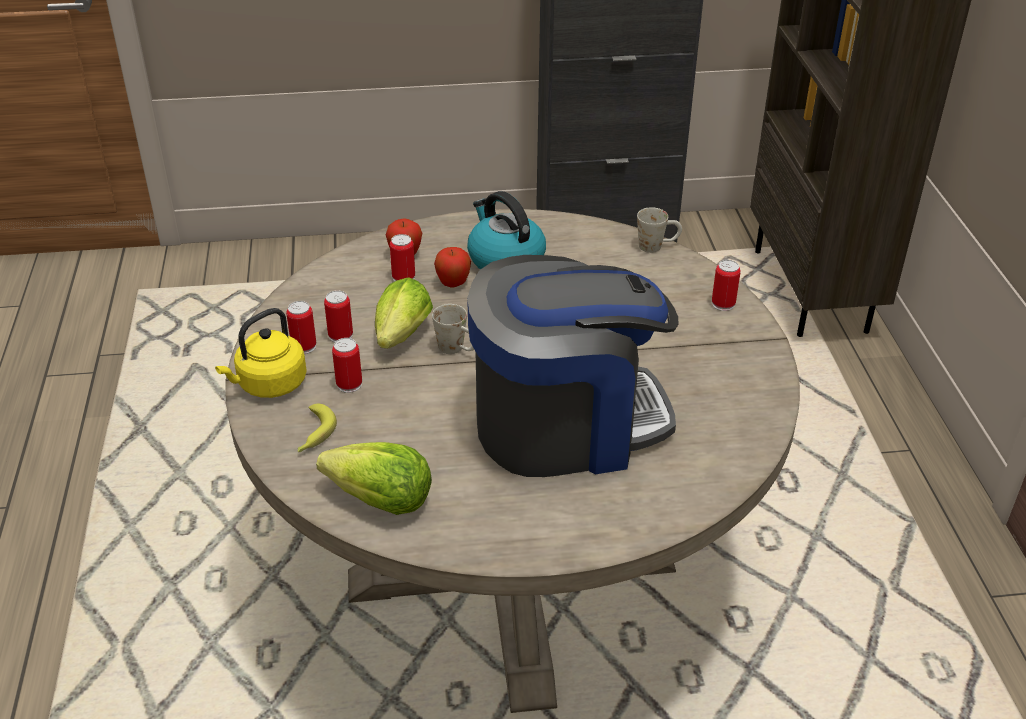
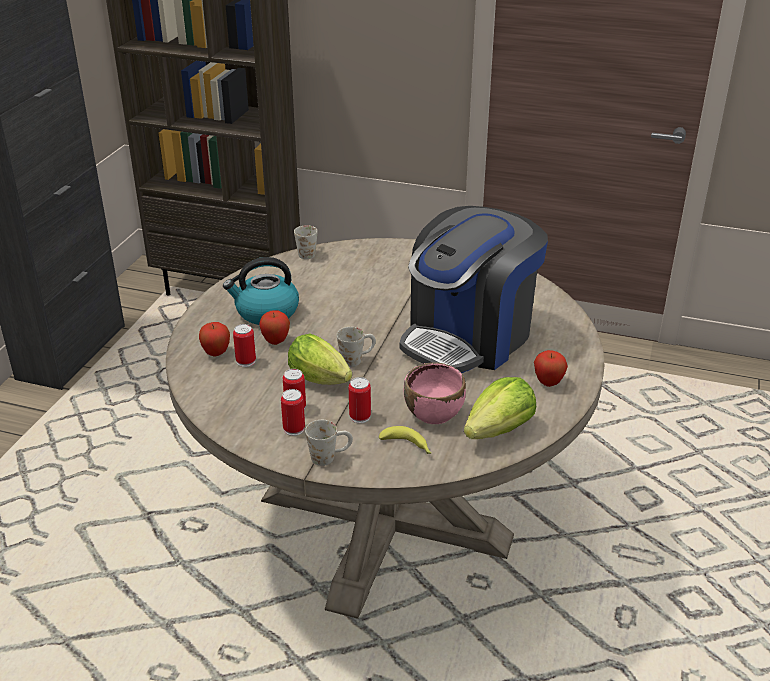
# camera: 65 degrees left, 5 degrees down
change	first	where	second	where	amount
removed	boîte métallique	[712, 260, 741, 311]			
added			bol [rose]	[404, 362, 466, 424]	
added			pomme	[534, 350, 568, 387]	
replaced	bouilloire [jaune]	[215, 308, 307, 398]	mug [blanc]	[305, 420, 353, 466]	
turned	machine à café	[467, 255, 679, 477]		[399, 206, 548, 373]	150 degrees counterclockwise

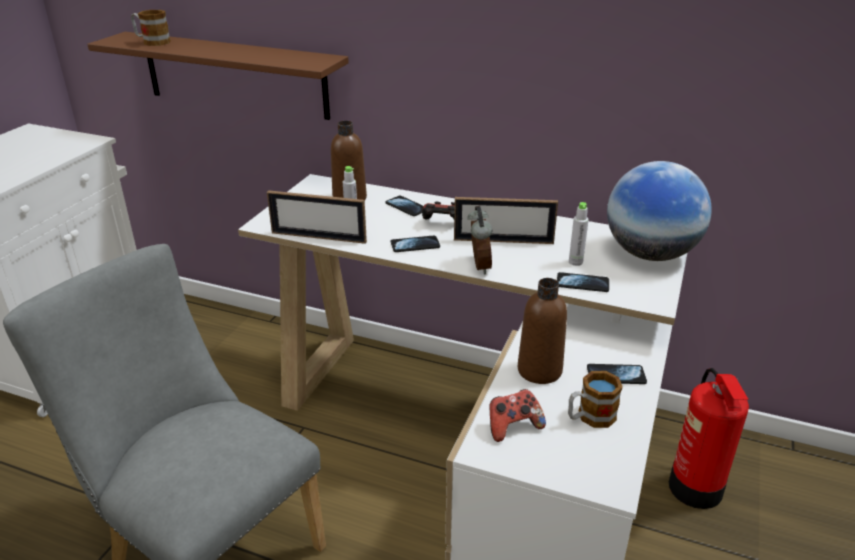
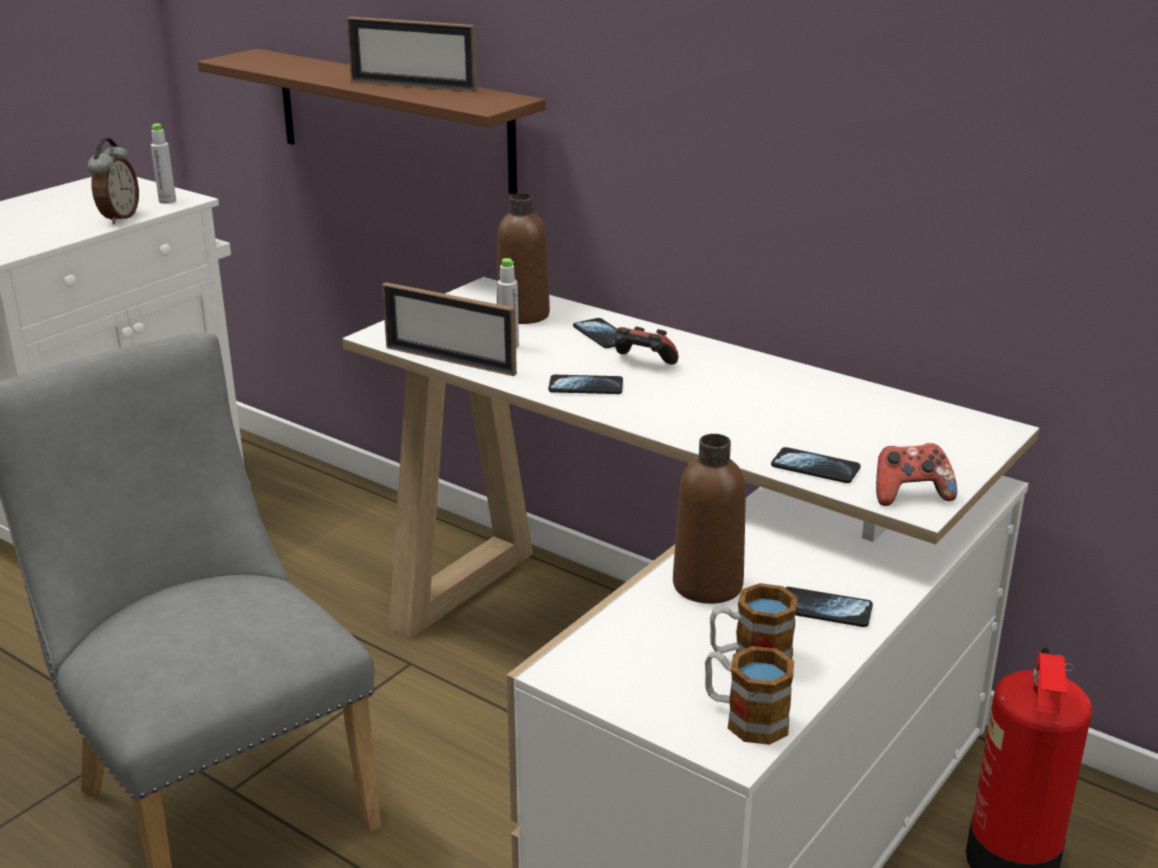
# camera: 15 degrees right, 5 degrees down
change	first	where	second	where	amount
removed	globe	[607, 161, 712, 261]			
moved	mug	[131, 10, 171, 46]		[705, 646, 794, 745]	
moved	cadre photo	[454, 197, 558, 244]		[346, 17, 477, 92]	
moved	réveil	[468, 206, 492, 274]		[88, 138, 139, 224]	
moved	manette	[489, 389, 546, 442]		[876, 443, 957, 506]	
moved	bouteille [gris]	[569, 202, 589, 266]		[151, 123, 176, 204]	

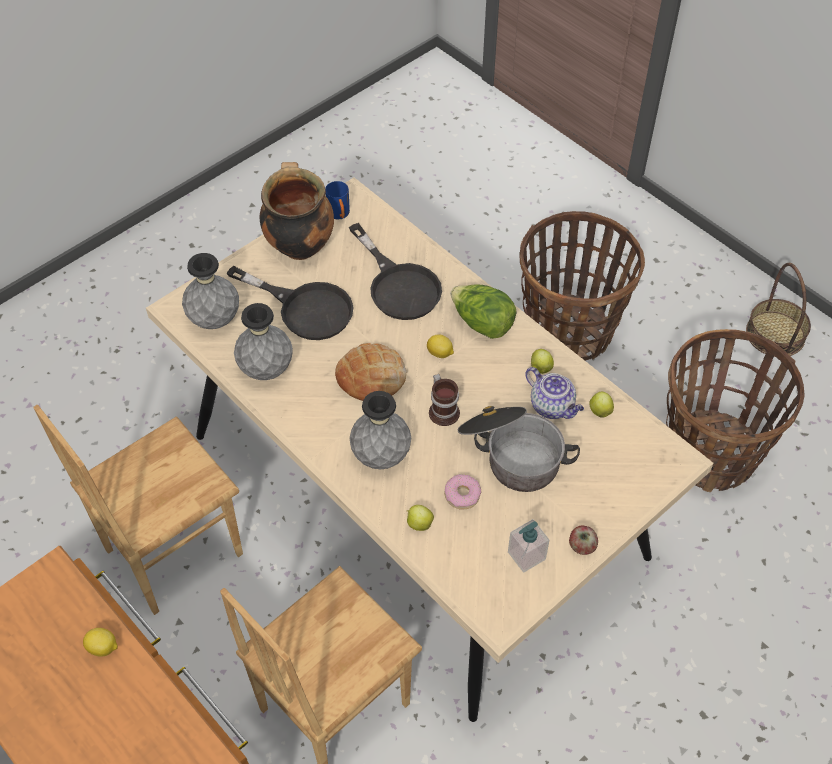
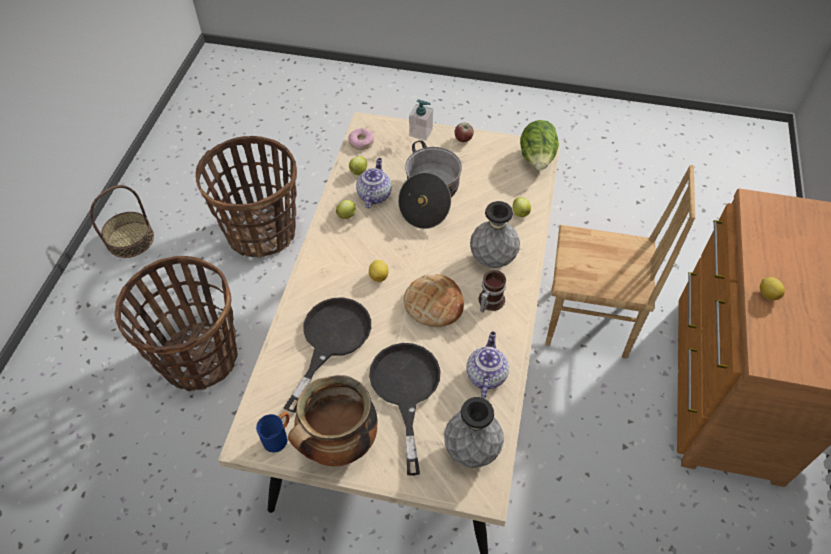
# camera: 125 degrees left, 0 degrees up
change	first	where	second	where	amount
removed	chaise [marron]	[33, 405, 243, 615]			
moved	mug	[429, 374, 460, 426]		[479, 270, 506, 312]	
moved	beignet	[444, 474, 481, 510]		[348, 128, 374, 150]	
moved	laitue	[450, 285, 516, 339]		[520, 120, 559, 170]	
moved	distributeur de savon	[508, 519, 549, 573]		[409, 99, 433, 141]	
replaced	vase [gris]	[234, 303, 293, 380]	théière	[466, 331, 509, 398]	

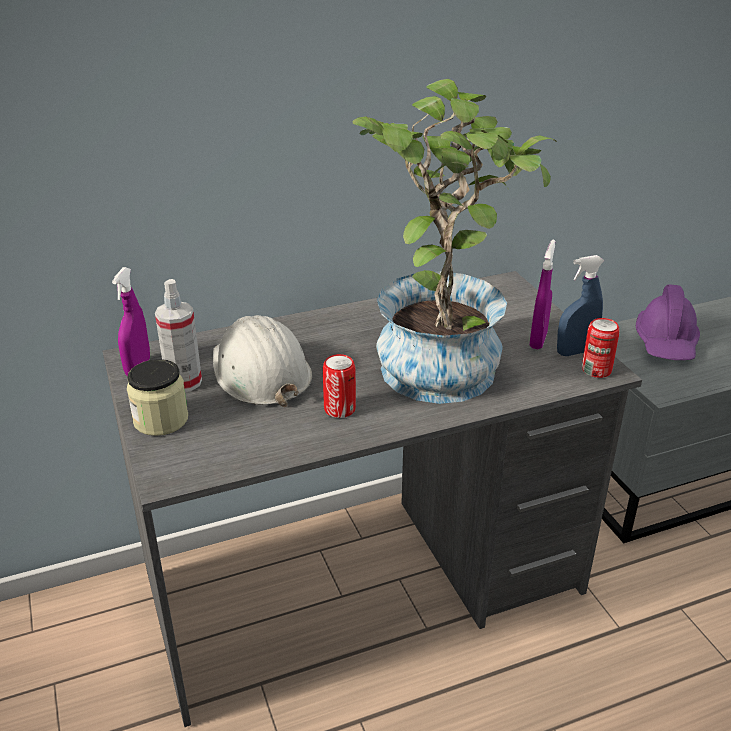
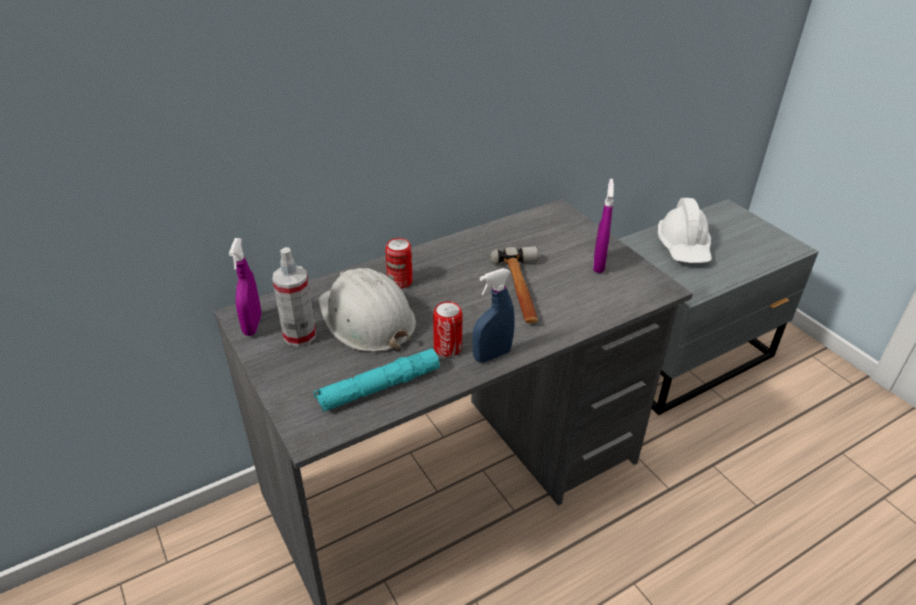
# camera: 10 degrees left, 5 degrees up
change	first	where	second	where	amount
removed	bocal	[127, 359, 188, 436]			
added			lampe de poche [turquoise]	[314, 349, 440, 412]	
moved	vaporisateur [bleu]	[557, 255, 605, 356]		[472, 268, 515, 363]	
moved	boîte métallique	[582, 318, 620, 378]		[385, 238, 413, 288]	
replaced	plante en pot	[353, 79, 557, 404]	marteau	[490, 247, 539, 323]	
recoloured	casque de chantier [violet]	[636, 284, 700, 360]	casque de chantier [blanc]	[658, 198, 712, 263]	

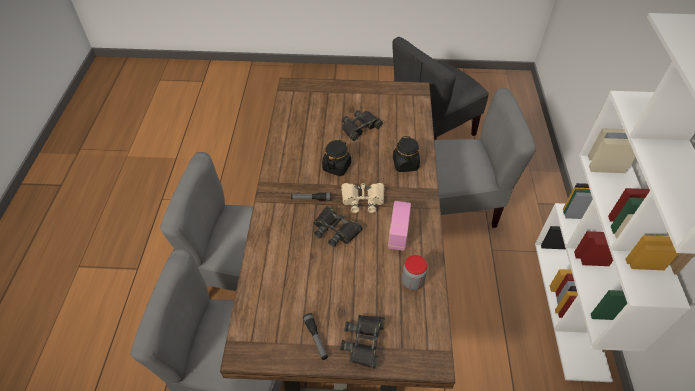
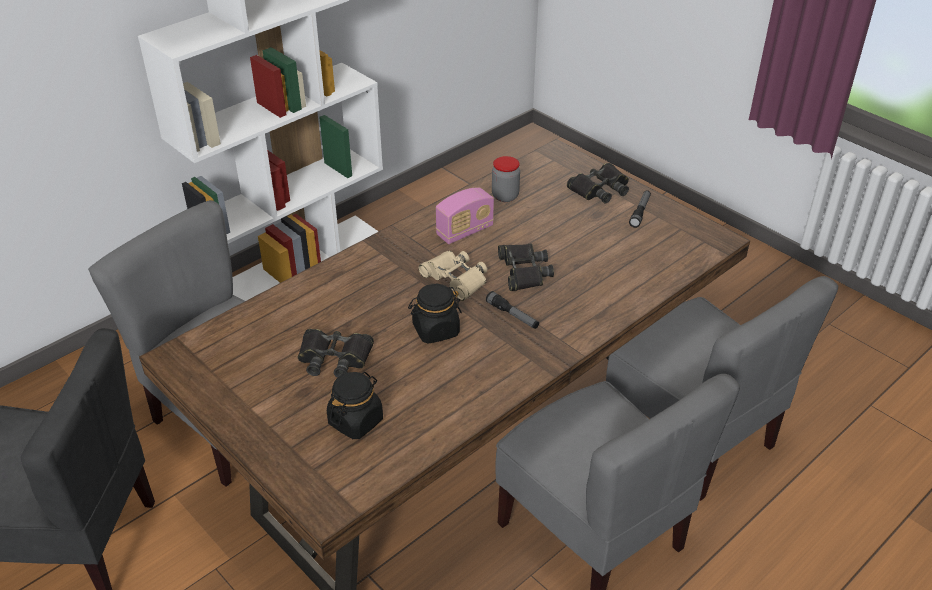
# camera: 135 degrees left, 10 degrees down
change	first	where	second	where	amount
moved	bocal [noir]	[393, 136, 420, 172]		[327, 372, 383, 439]	

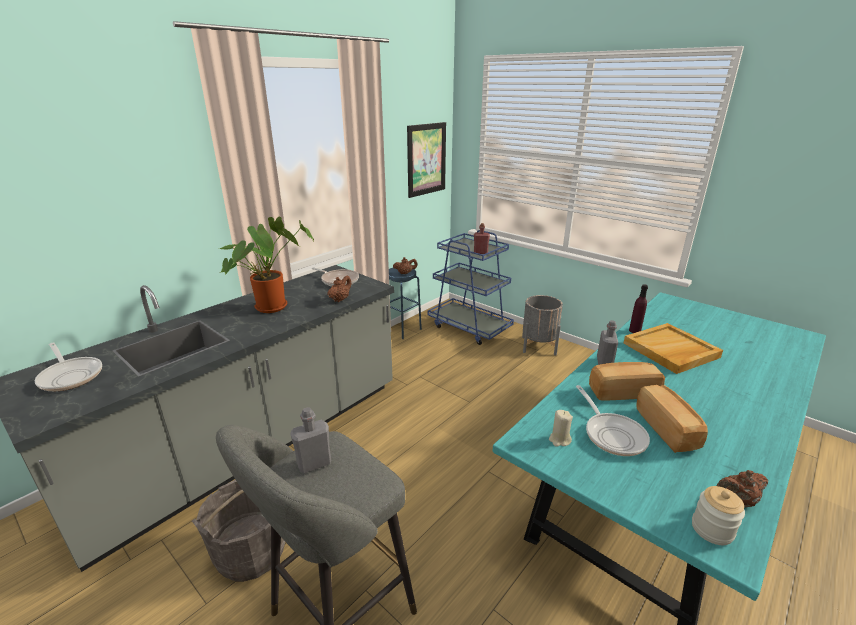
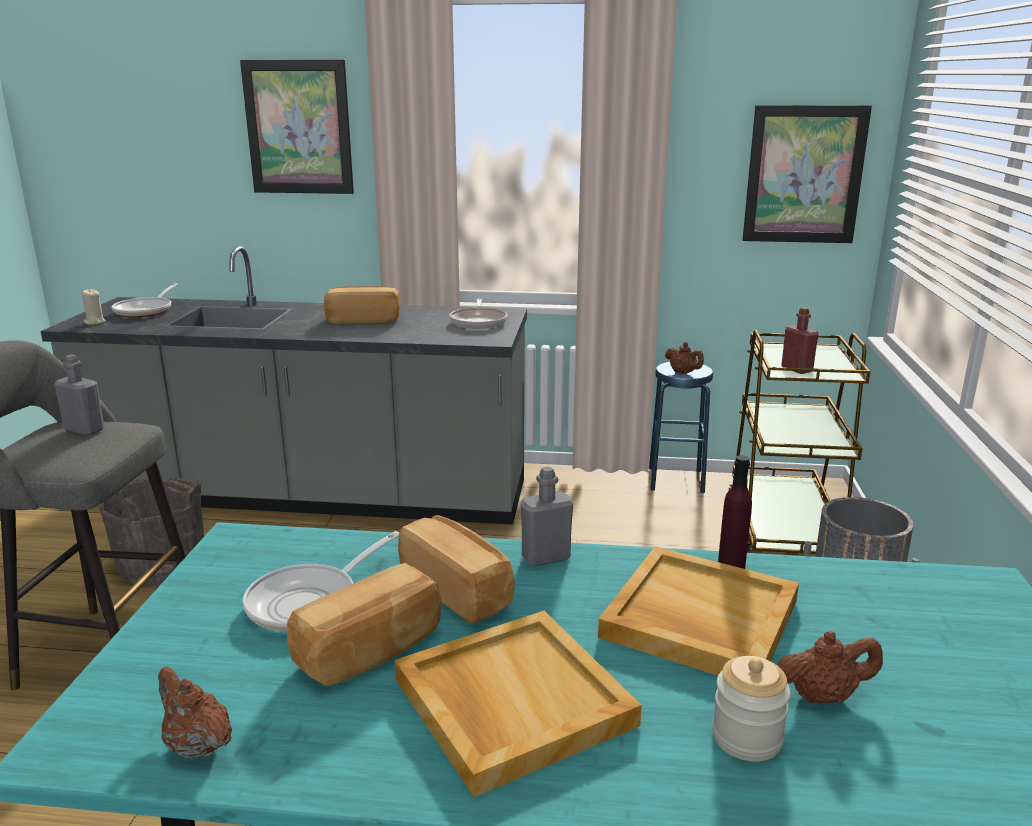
# camera: 55 degrees right, 5 degrees down
change	first	where	second	where	amount
added			tableau	[240, 60, 354, 194]	
added			plateau [beige]	[395, 611, 642, 797]	
moved	théière [marron]	[328, 276, 351, 302]		[777, 631, 883, 703]	
moved	bougie [beige]	[549, 410, 573, 447]		[81, 289, 106, 325]	
moved	bocal	[692, 486, 745, 545]		[712, 656, 791, 762]	
replaced	plante en pot	[219, 217, 314, 313]	pain	[324, 286, 401, 323]	
recoloured	chariot [bleu]	[428, 230, 514, 345]	chariot [marron]	[728, 330, 871, 554]	

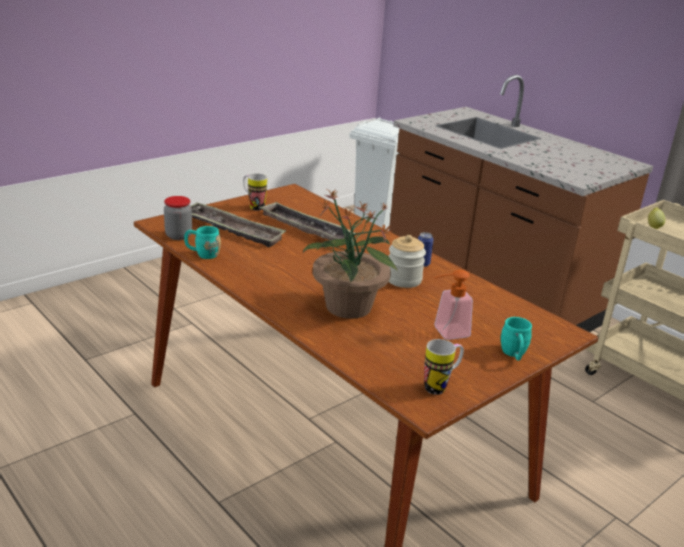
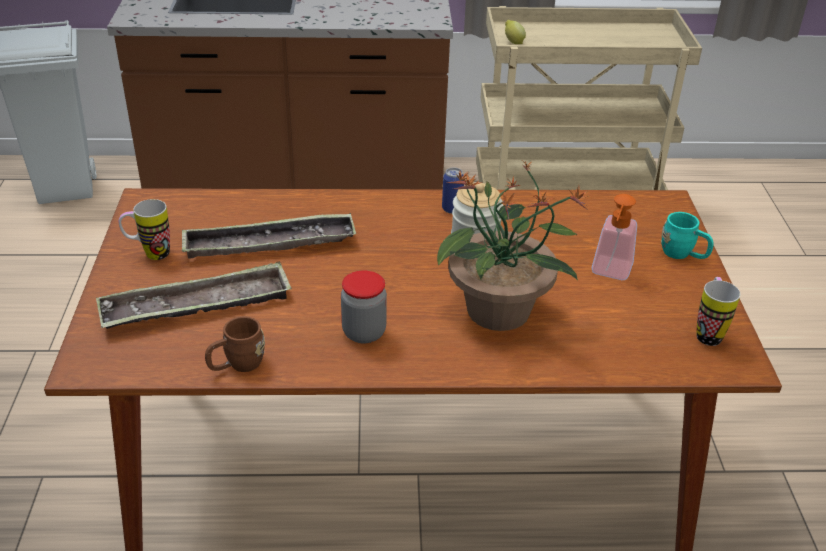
# camera: 50 degrees left, 10 degrees up
change	first	where	second	where	amount
moved	bocal	[164, 196, 192, 240]		[341, 270, 387, 343]	
recoloured	mug [turquoise]	[184, 226, 221, 259]	mug [marron]	[205, 316, 265, 372]	

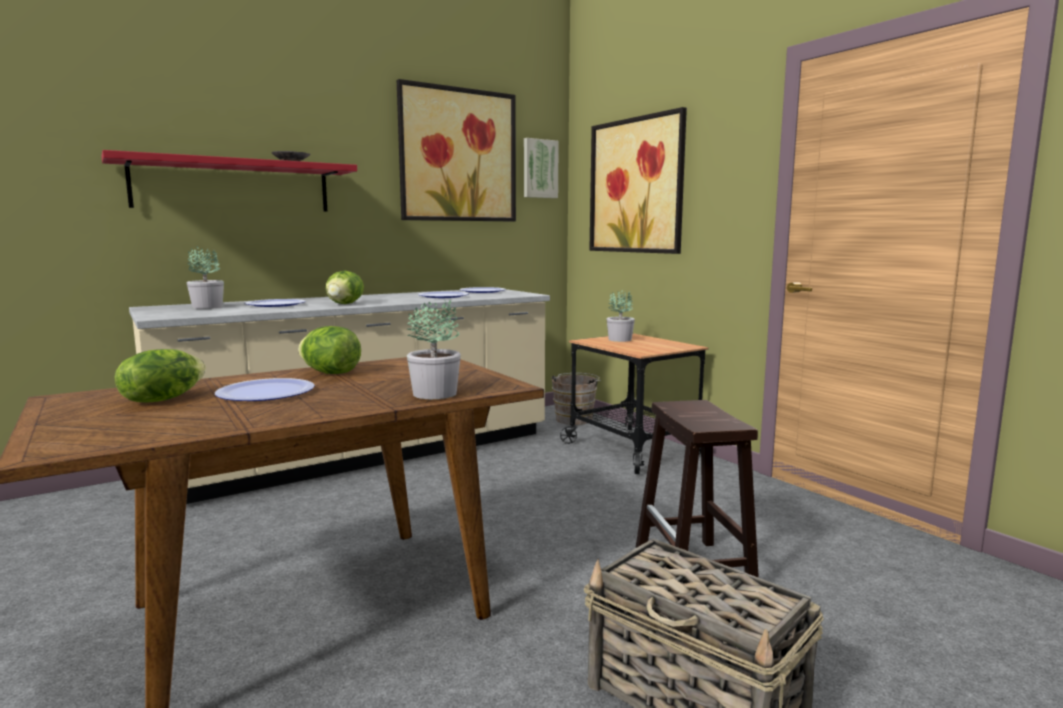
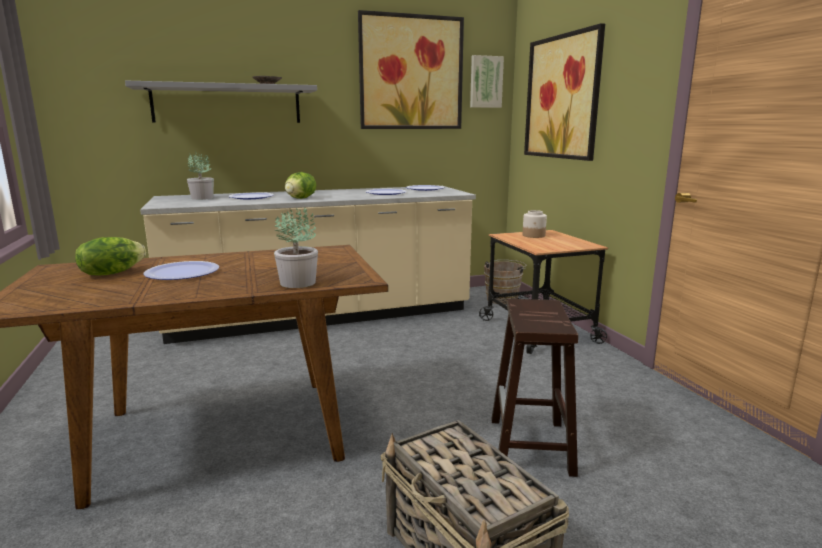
# camera: 15 degrees right, 5 degrees up
change	first	where	second	where	amount
removed	laitue	[298, 326, 361, 374]			
replaced	plante en pot	[607, 290, 635, 342]	bocal	[522, 210, 547, 238]	
recoloured	étagère [rouge]	[101, 150, 357, 211]	étagère [gris]	[125, 80, 317, 123]	

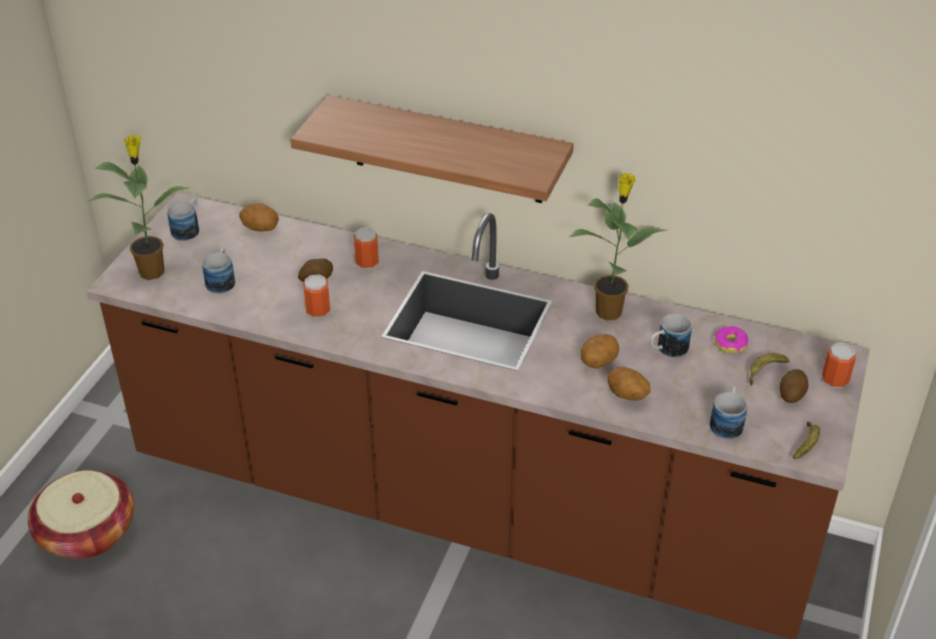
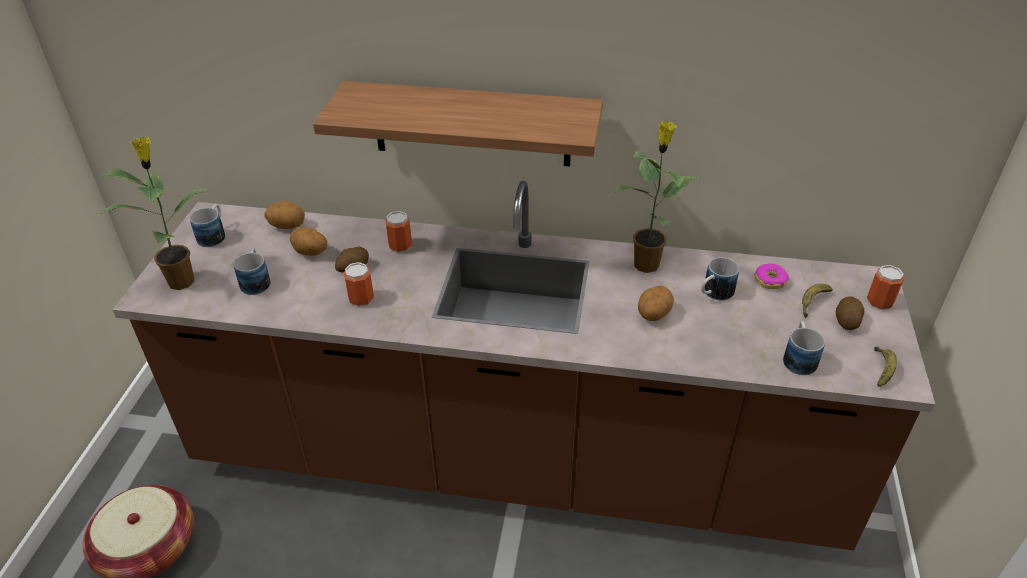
# camera: 10 degrees left, 0 degrees up
change	first	where	second	where	amount
moved	pomme de terre	[608, 367, 651, 401]		[290, 227, 327, 256]	

